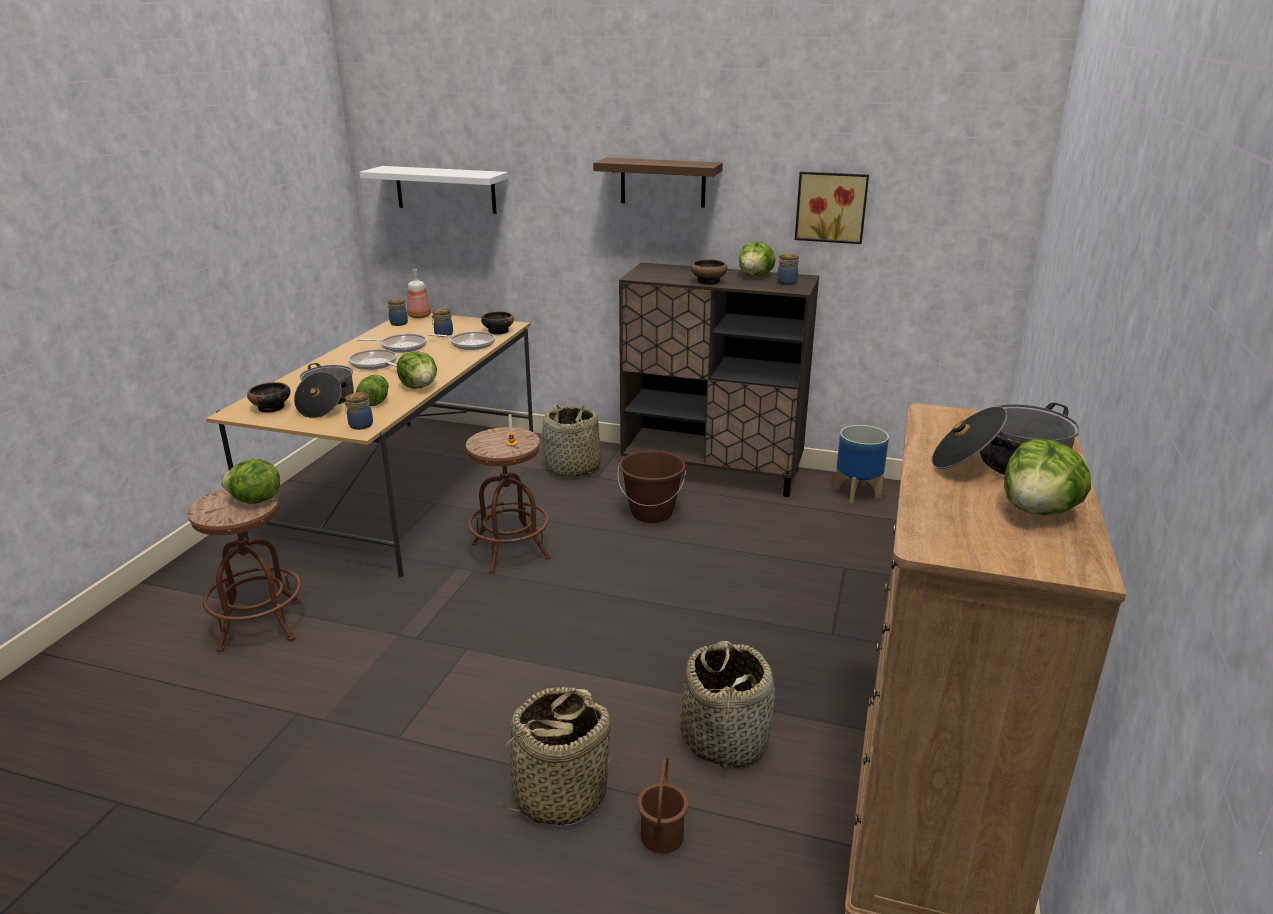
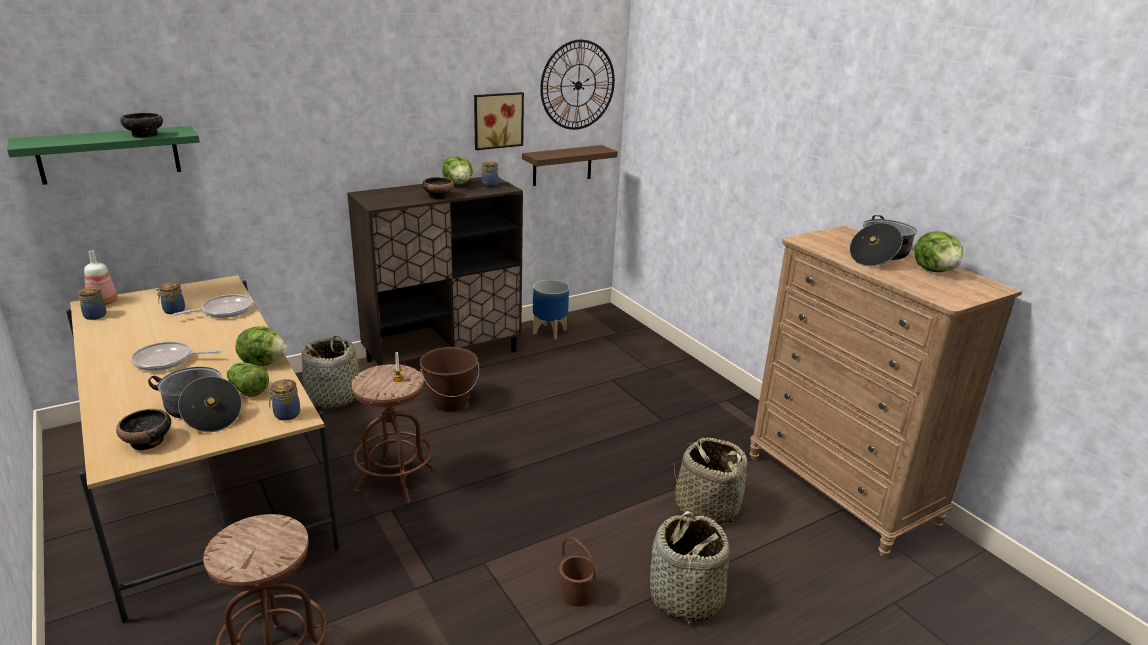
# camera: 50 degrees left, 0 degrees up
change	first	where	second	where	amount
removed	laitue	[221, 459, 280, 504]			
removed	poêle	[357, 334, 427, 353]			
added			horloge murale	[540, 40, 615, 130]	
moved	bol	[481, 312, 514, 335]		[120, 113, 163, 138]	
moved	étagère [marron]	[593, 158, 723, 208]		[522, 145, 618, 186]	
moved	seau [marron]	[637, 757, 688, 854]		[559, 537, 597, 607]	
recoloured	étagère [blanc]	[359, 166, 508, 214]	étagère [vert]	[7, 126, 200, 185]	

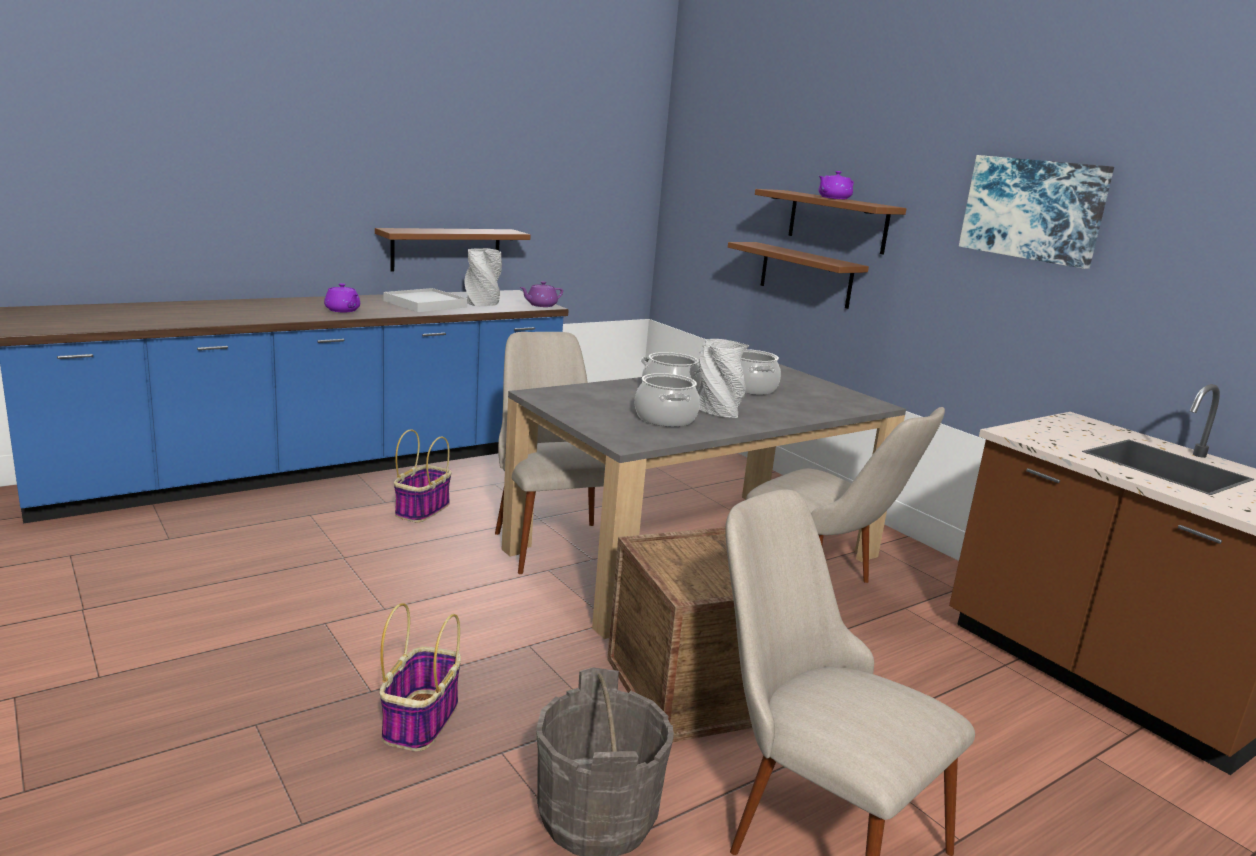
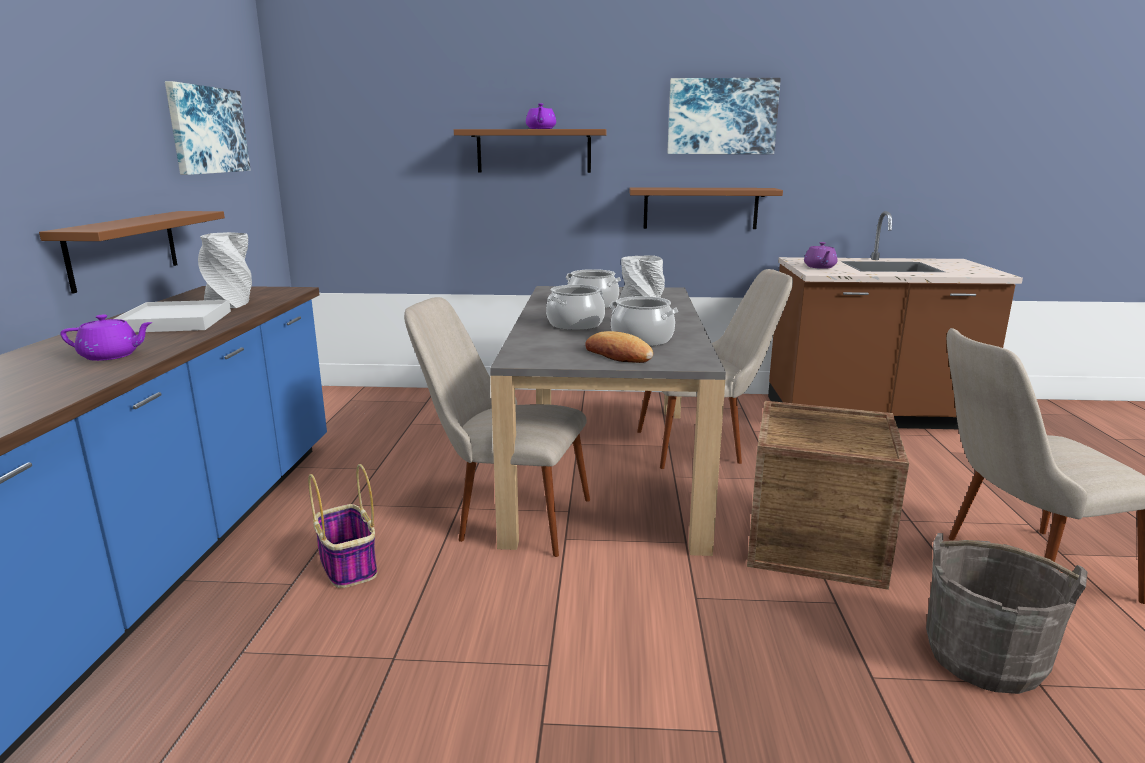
# camera: 50 degrees left, 0 degrees up
change	first	where	second	where	amount
removed	panier	[379, 603, 461, 751]			
added			tableau	[165, 81, 251, 175]	
added			pain	[585, 331, 653, 363]	
moved	théière [violet]	[520, 281, 563, 307]		[804, 242, 837, 269]	
moved	étagère [marron]	[728, 242, 869, 309]		[629, 187, 783, 229]	

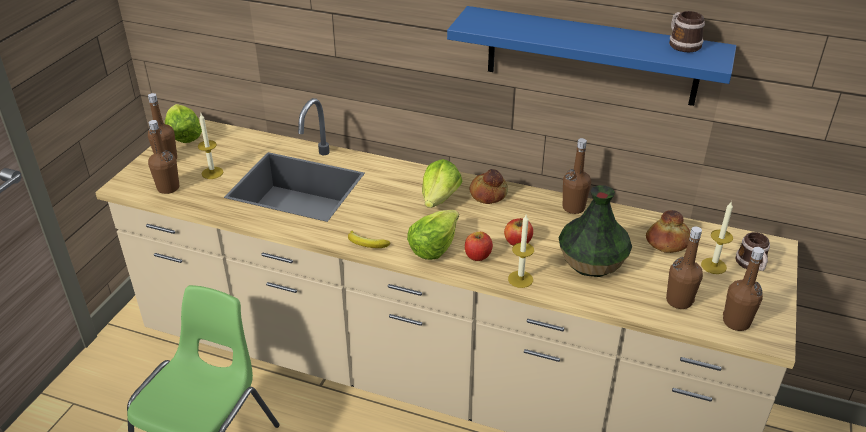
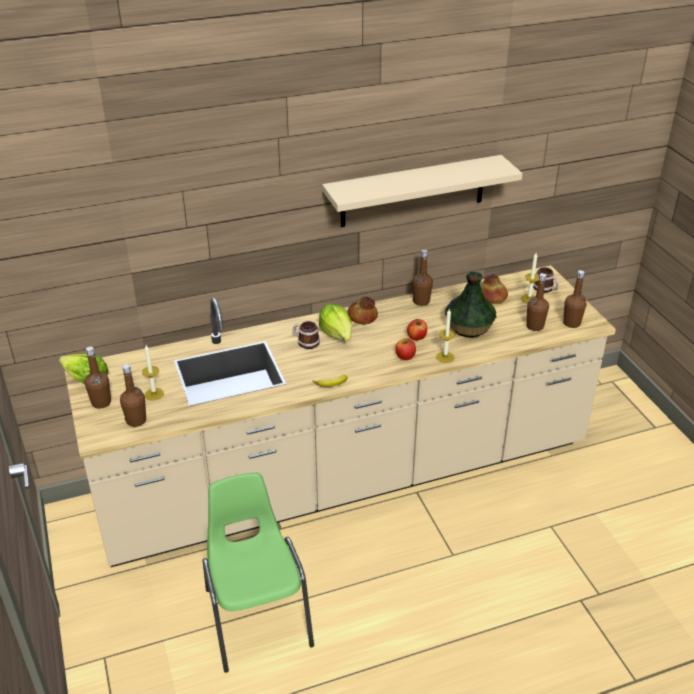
# camera: 40 degrees left, 0 degrees up
change	first	where	second	where	amount
removed	laitue	[407, 210, 459, 260]			
moved	mug	[669, 11, 705, 52]		[293, 321, 320, 349]	
recoloured	étagère [bleu]	[447, 6, 736, 106]	étagère [beige]	[322, 155, 523, 227]	

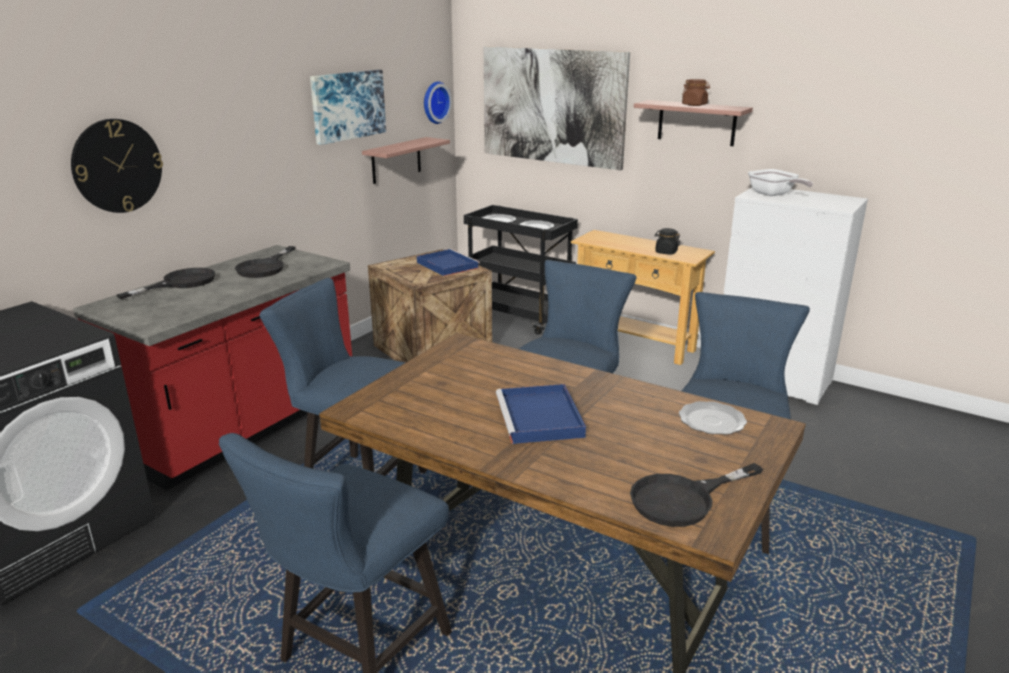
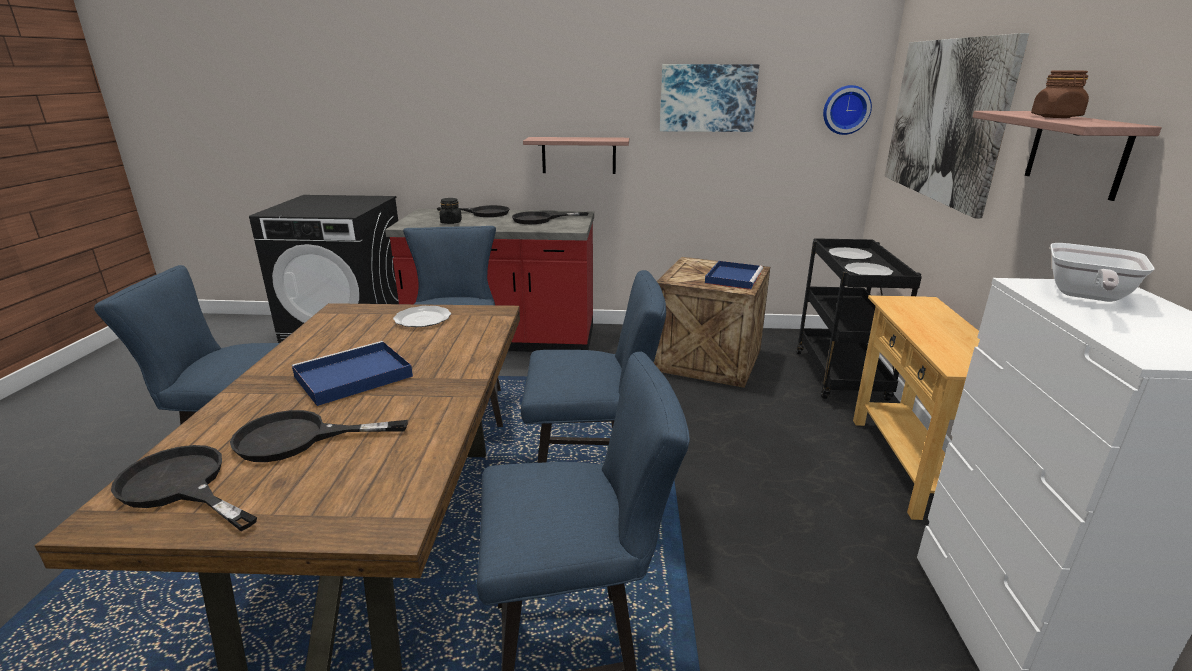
# camera: 60 degrees right, 0 degrees up
change	first	where	second	where	amount
removed	horloge murale	[71, 119, 163, 213]			
added			poêle [noir]	[230, 410, 408, 462]	
moved	étagère	[362, 137, 450, 184]		[523, 137, 629, 174]	
moved	bocal [noir]	[654, 228, 680, 255]		[440, 198, 462, 224]	
moved	assiette	[679, 401, 747, 435]		[393, 306, 451, 327]	

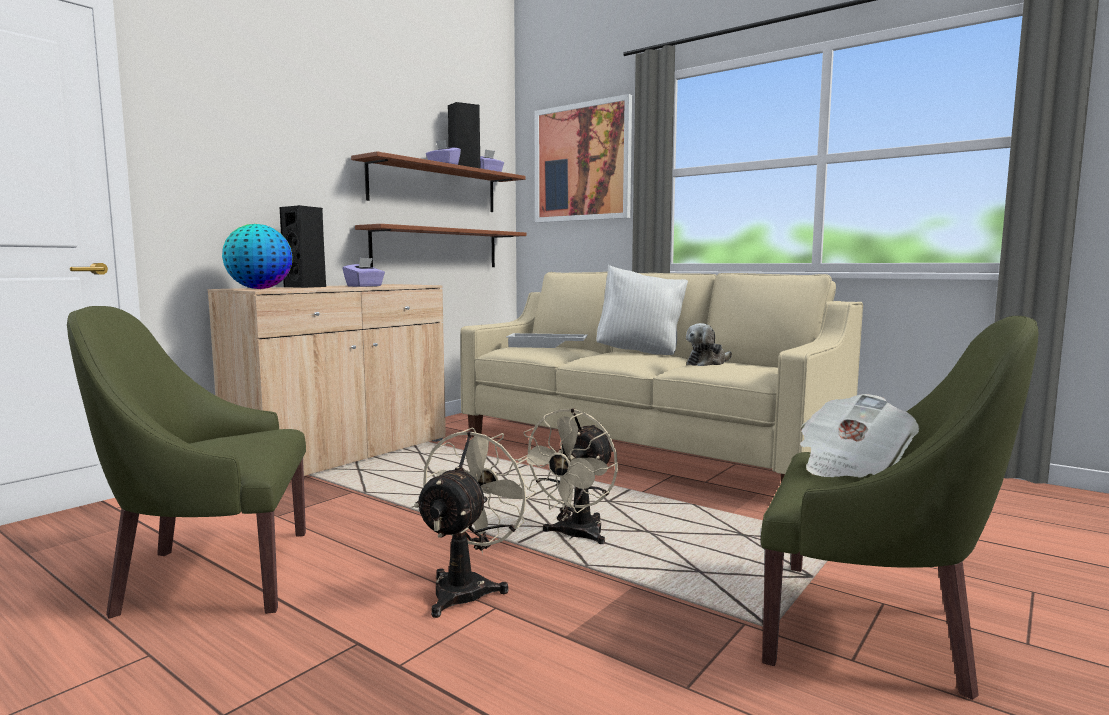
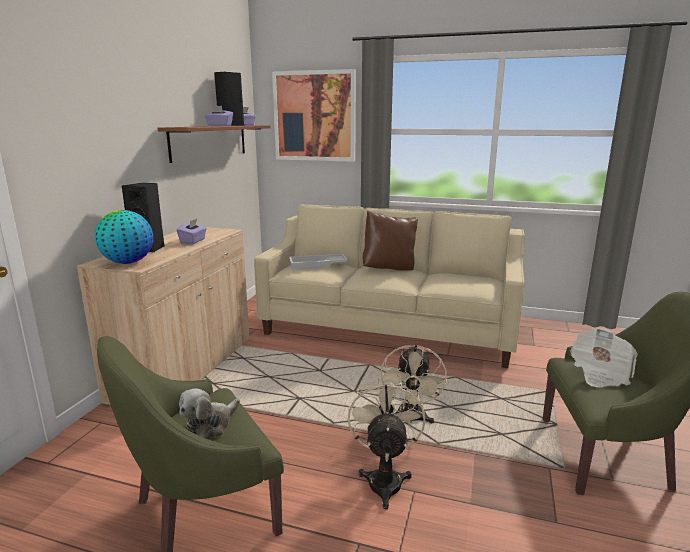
# camera: 20 degrees left, 10 degrees up
change	first	where	second	where	amount
removed	étagère [marron]	[355, 224, 527, 267]			
moved	peluche	[686, 323, 732, 366]		[179, 388, 240, 439]	
recoloured	coussin [blanc]	[596, 265, 688, 355]	coussin [marron]	[362, 211, 418, 271]	

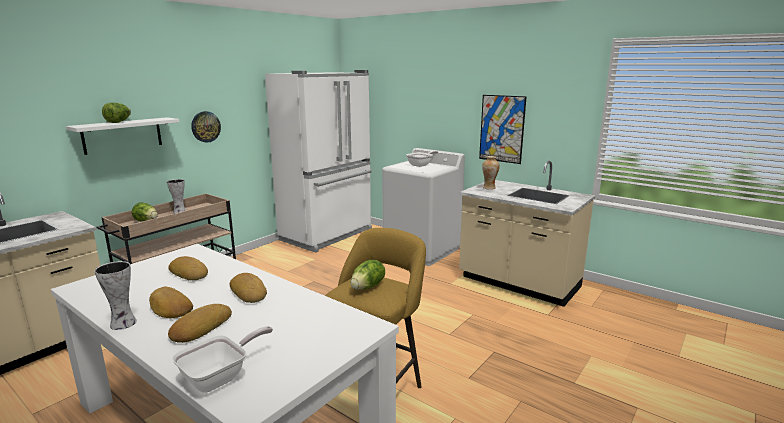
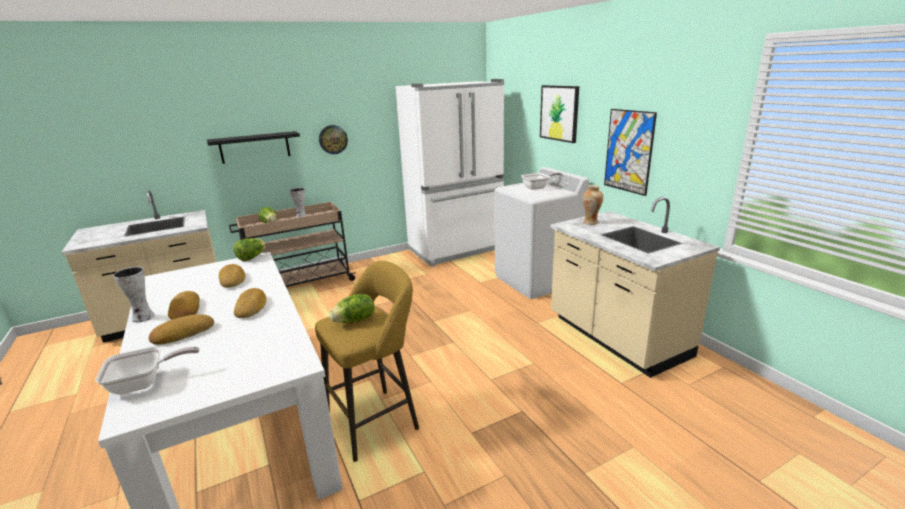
# camera: 25 degrees right, 5 degrees up
change	first	where	second	where	amount
added			tableau	[540, 85, 579, 143]	
moved	laitue	[102, 102, 131, 123]		[233, 238, 266, 261]	
recoloured	étagère [blanc]	[66, 117, 180, 155]	étagère [noir]	[207, 131, 300, 164]	

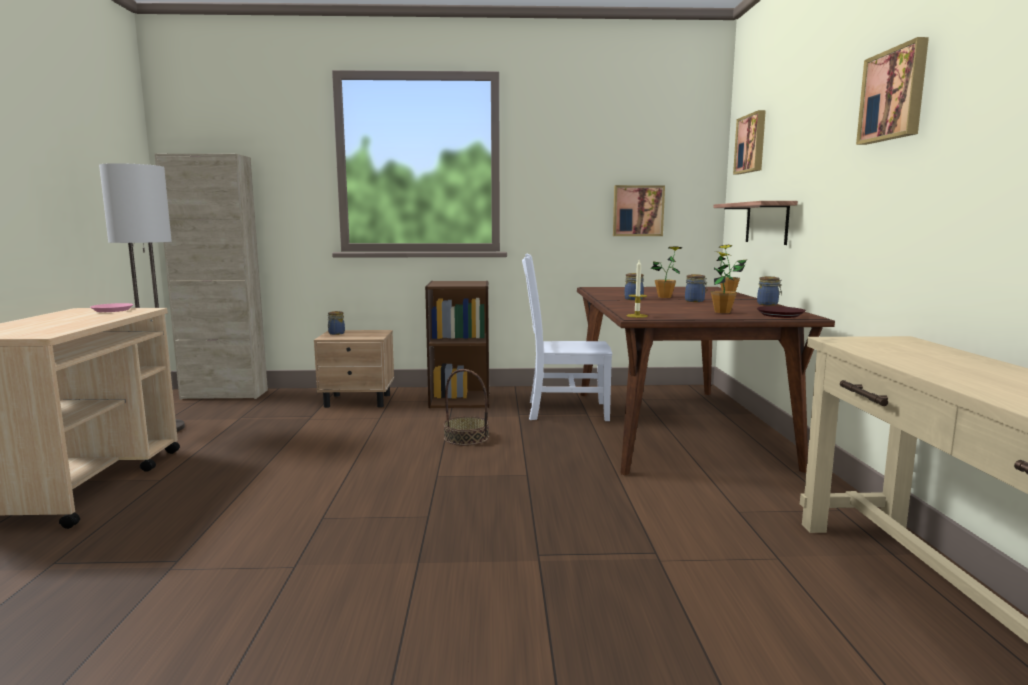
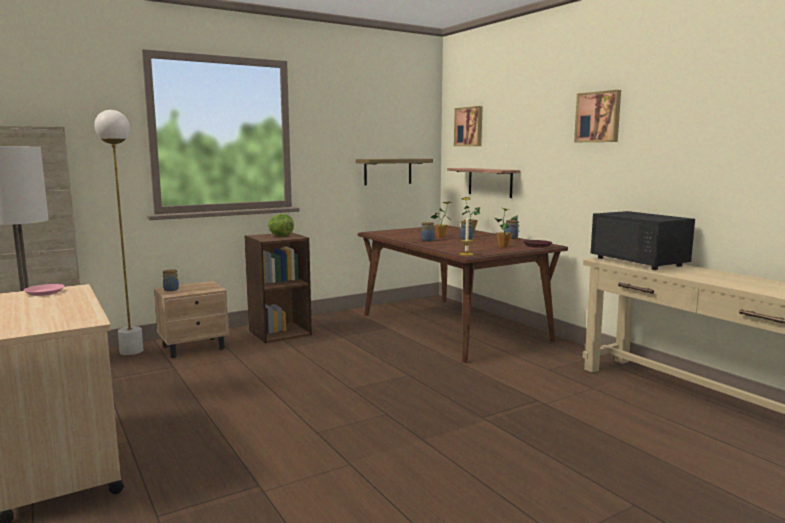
# camera: 30 degrees left, 0 degrees up
change	first	where	second	where	amount
removed	panier	[443, 369, 489, 446]			
removed	chaise [blanc]	[522, 254, 612, 421]			
added			lampadaire [blanc]	[94, 110, 143, 355]	
added			laitue	[268, 214, 294, 237]	
added			micro-ondes [noir]	[591, 211, 695, 270]	
replaced	tableau	[613, 185, 665, 236]	étagère	[356, 159, 433, 185]	

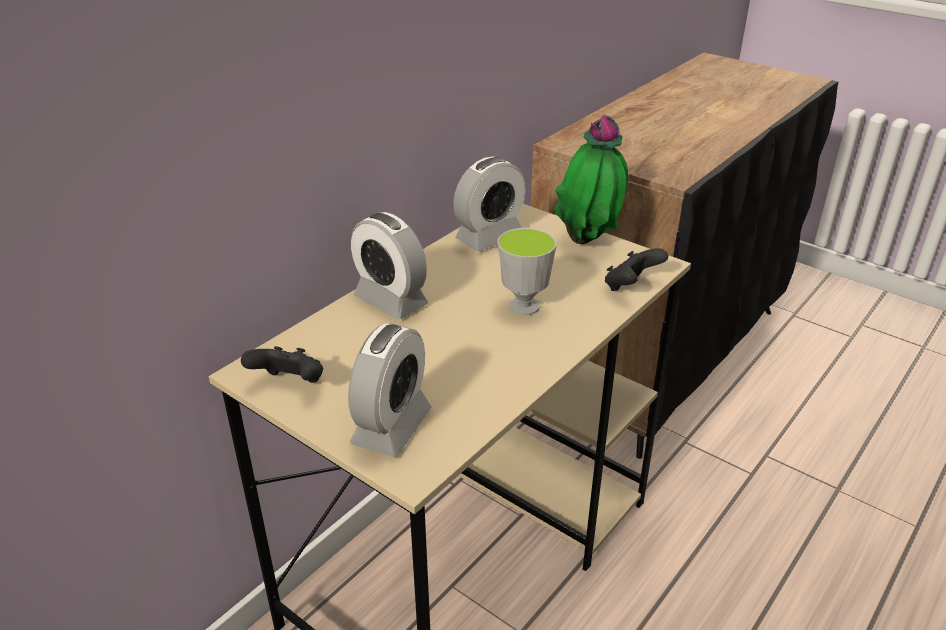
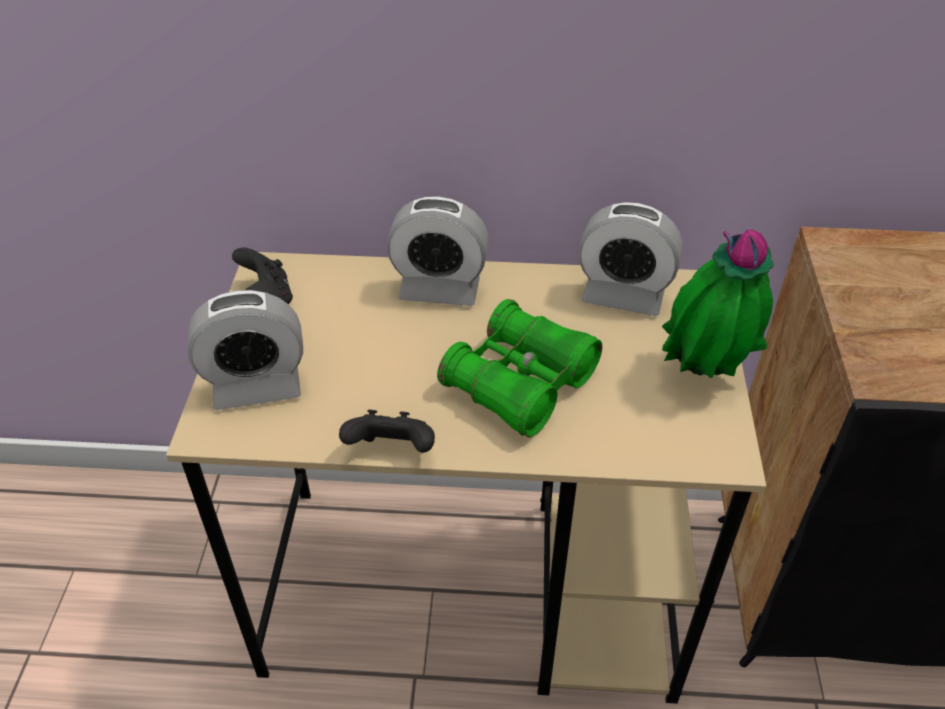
# camera: 55 degrees right, 10 degrees up
change	first	where	second	where	amount
moved	manette [noir]	[605, 248, 668, 291]		[339, 410, 435, 453]	
replaced	tasse	[497, 228, 557, 316]	jumelles [vert]	[437, 299, 602, 437]	
turned	réveil	[351, 212, 428, 319]		[387, 196, 489, 306]	90 degrees counterclockwise

